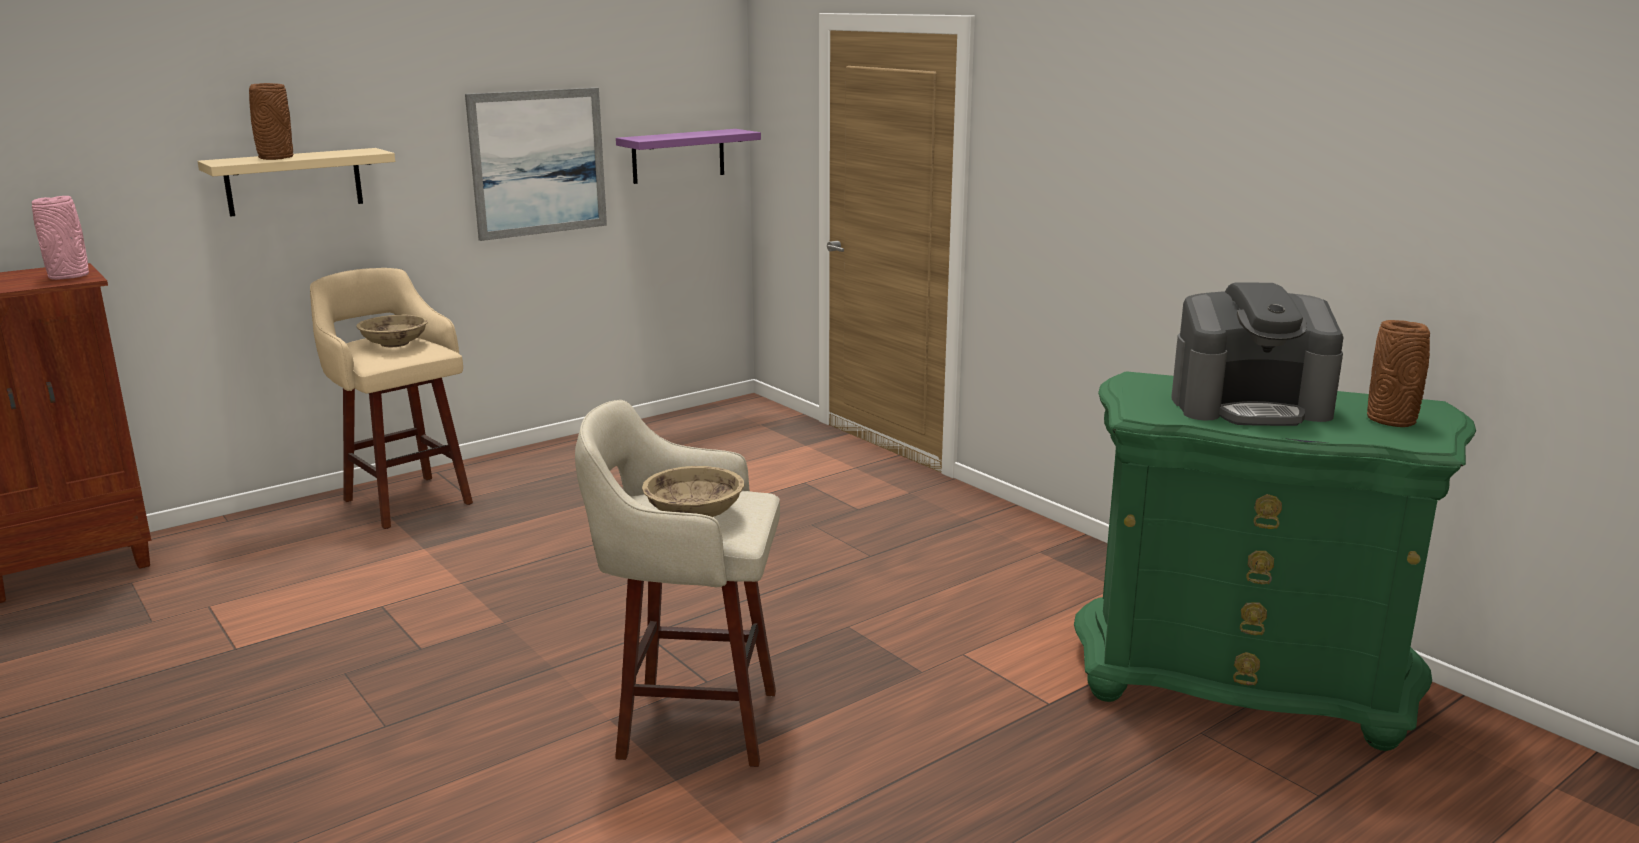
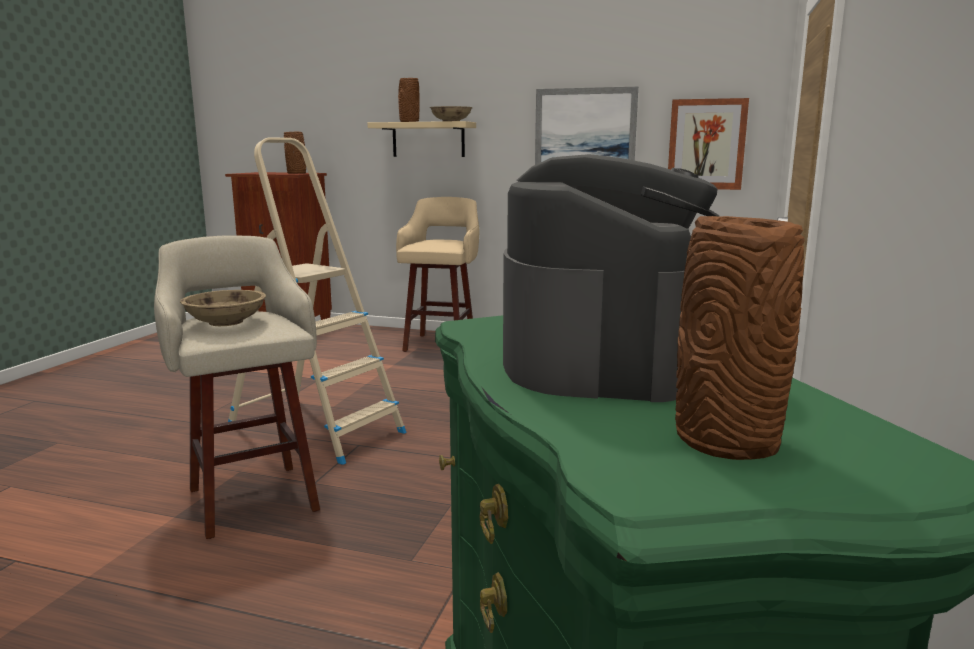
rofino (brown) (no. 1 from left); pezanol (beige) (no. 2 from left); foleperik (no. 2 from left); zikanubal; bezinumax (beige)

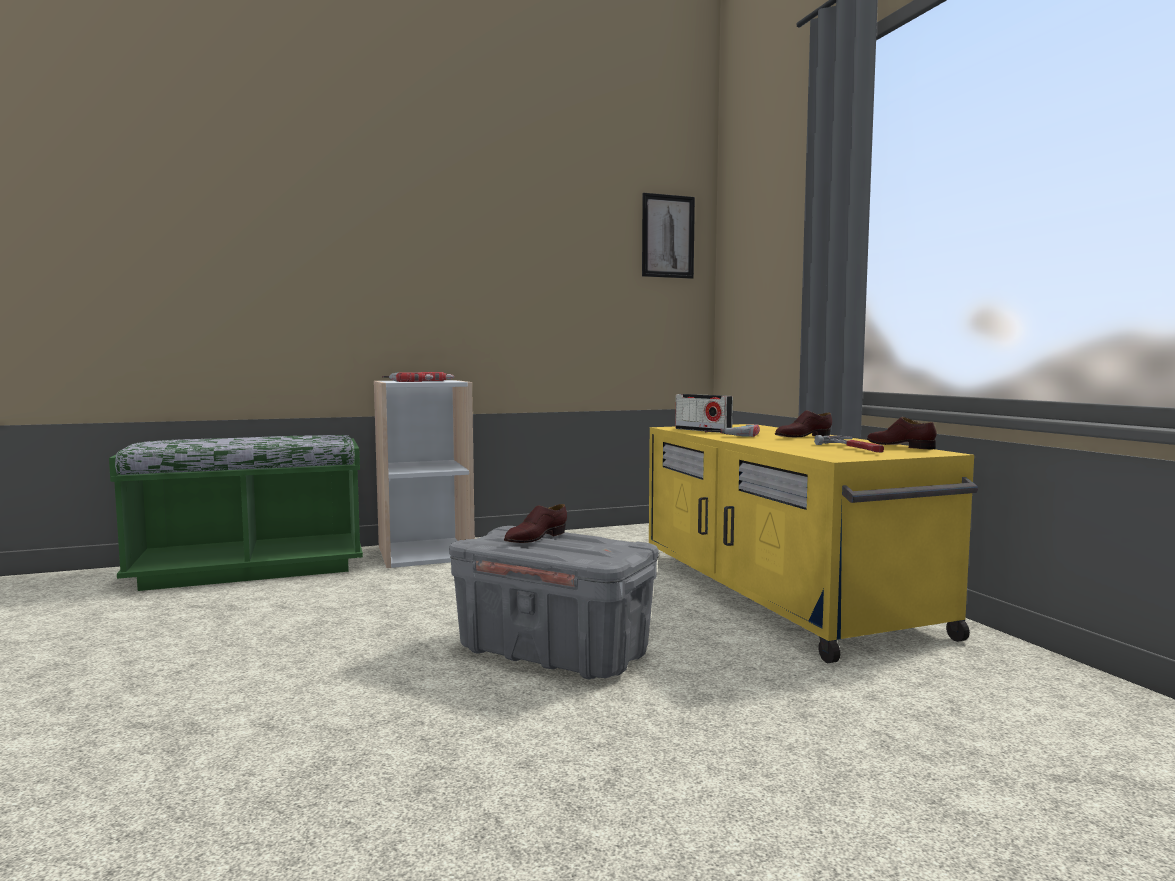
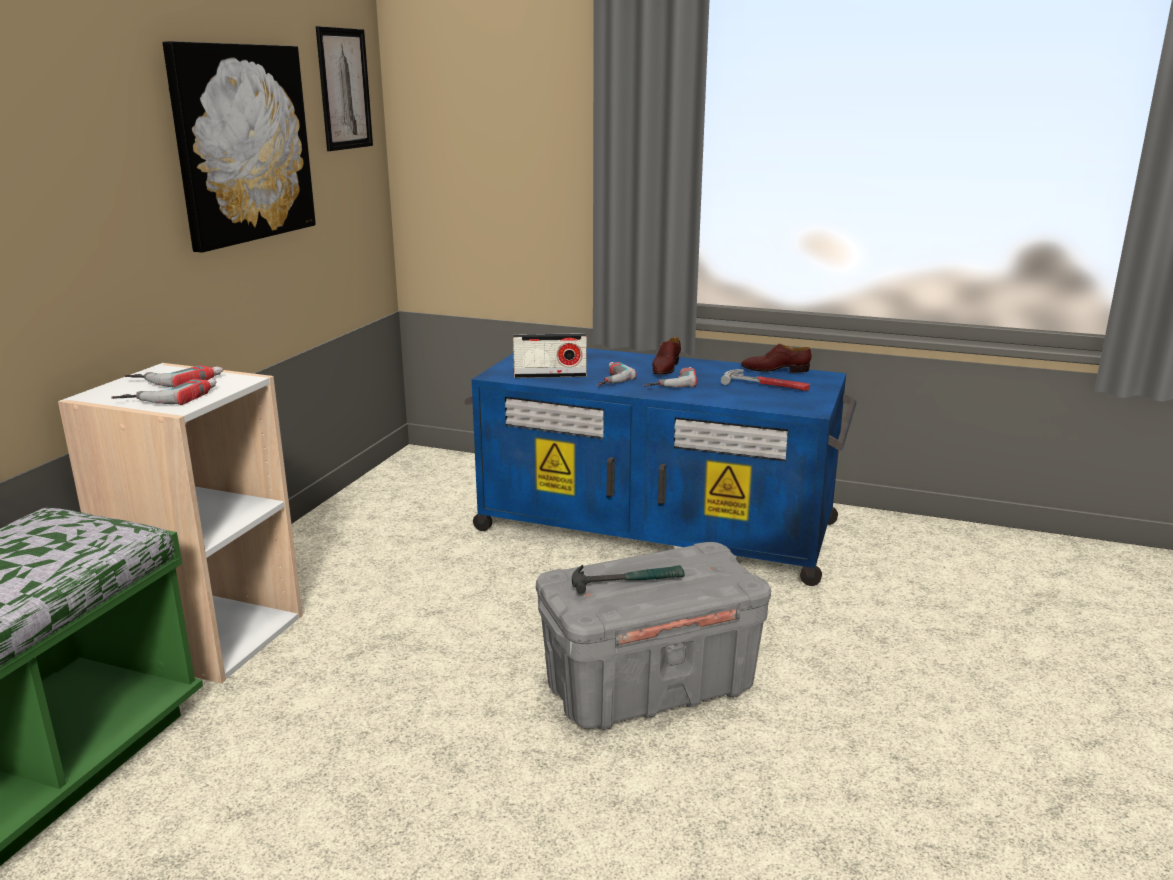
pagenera (no. 1 from left); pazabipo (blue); foleperik (no. 1 from left); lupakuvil (no. 4 from left)

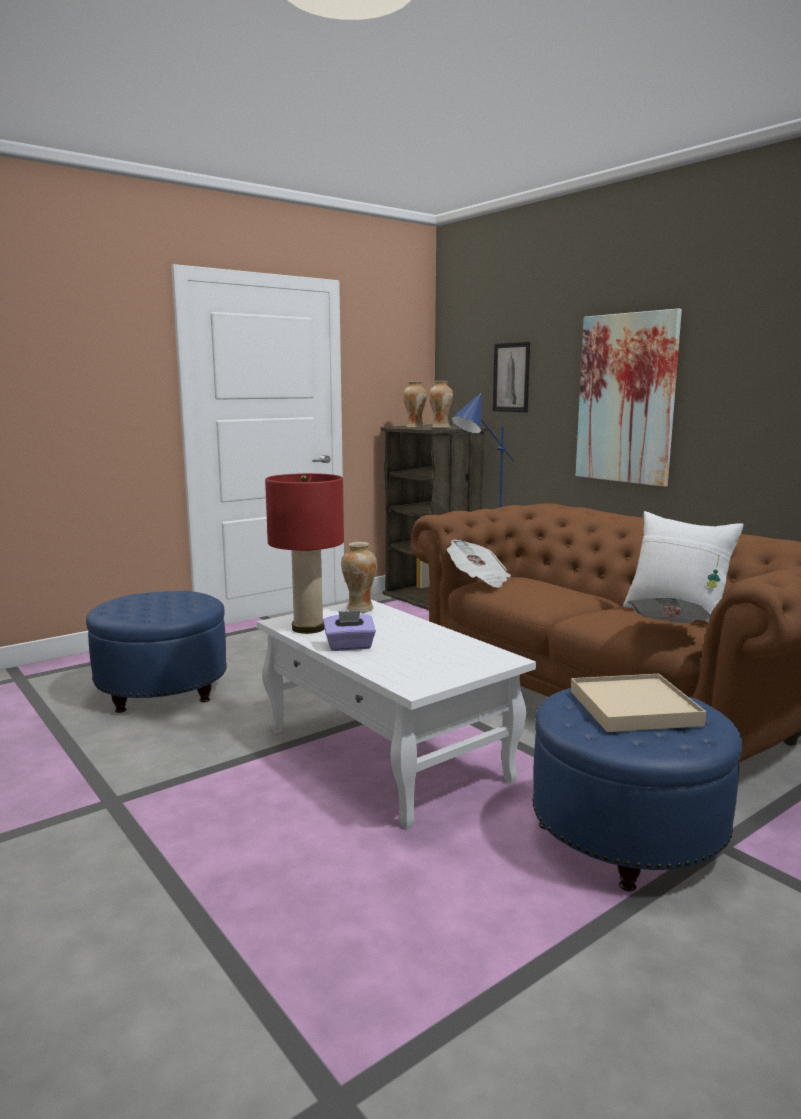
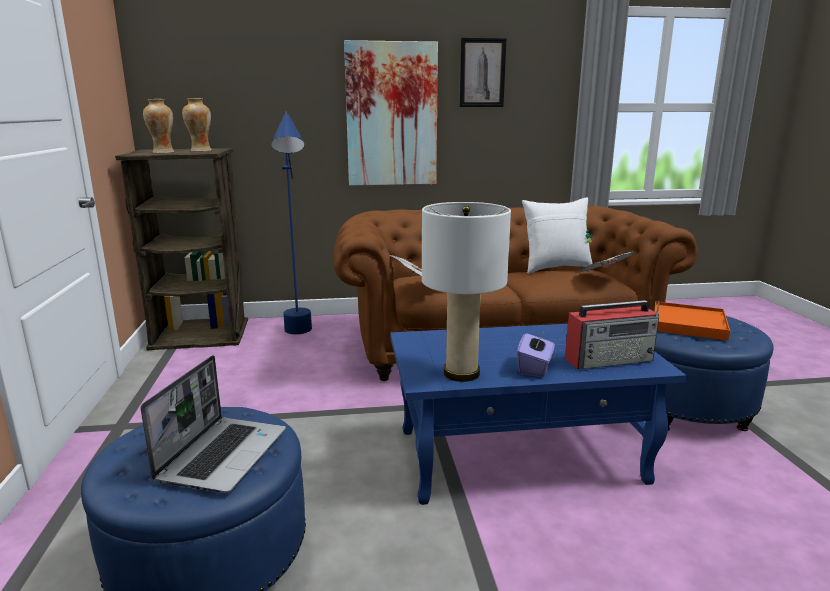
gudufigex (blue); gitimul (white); rofino (no. 1 from left in the first image); foleperik (no. 2 from left); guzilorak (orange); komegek; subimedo

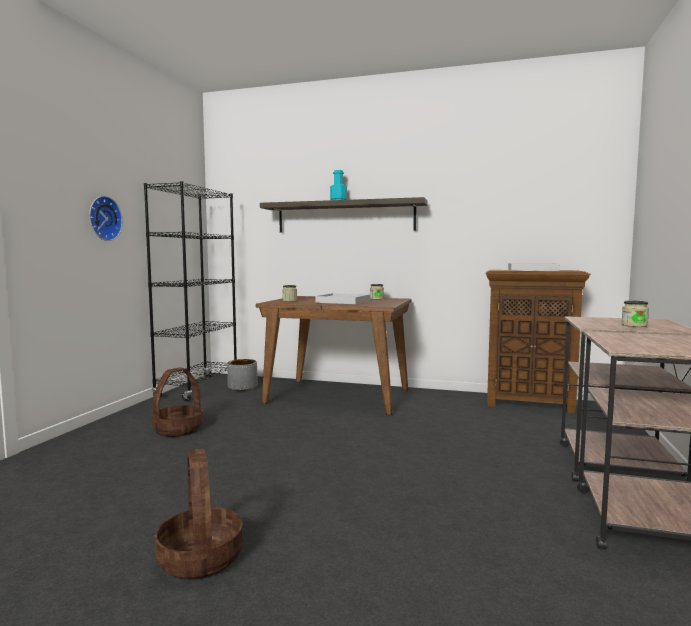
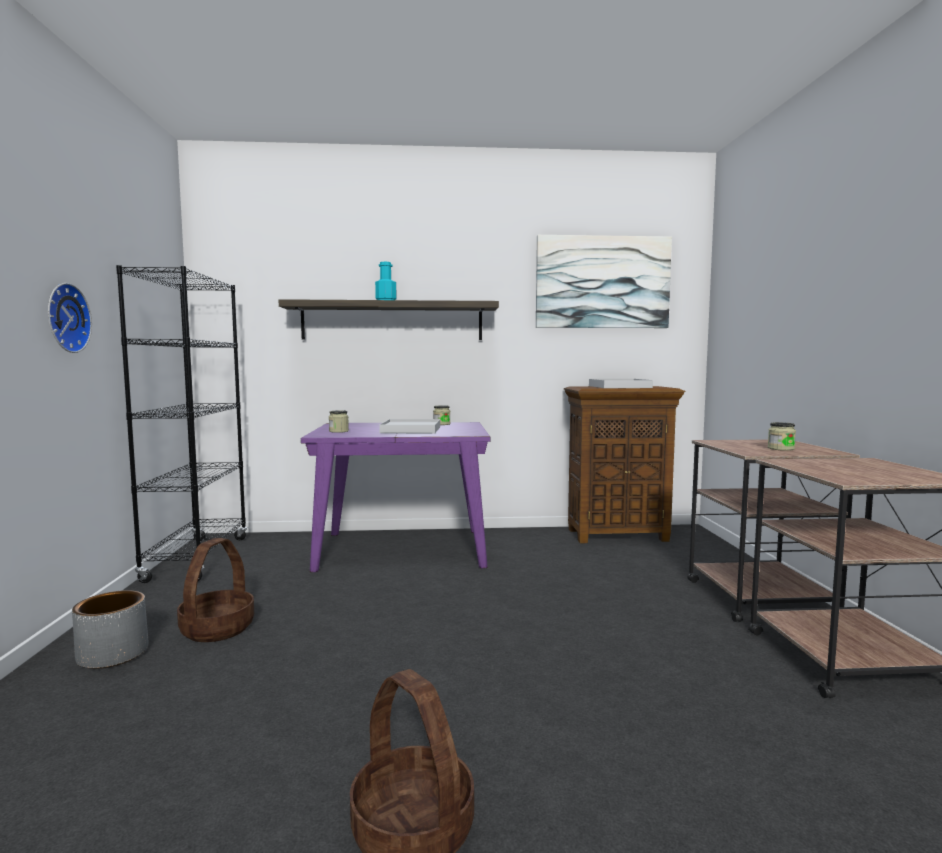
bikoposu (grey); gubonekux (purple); foleperik

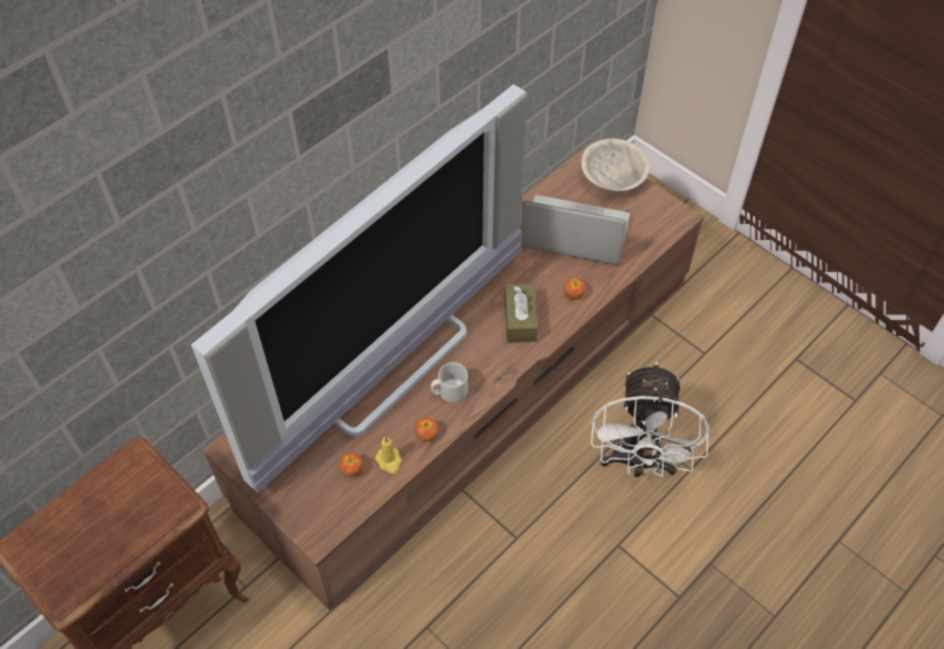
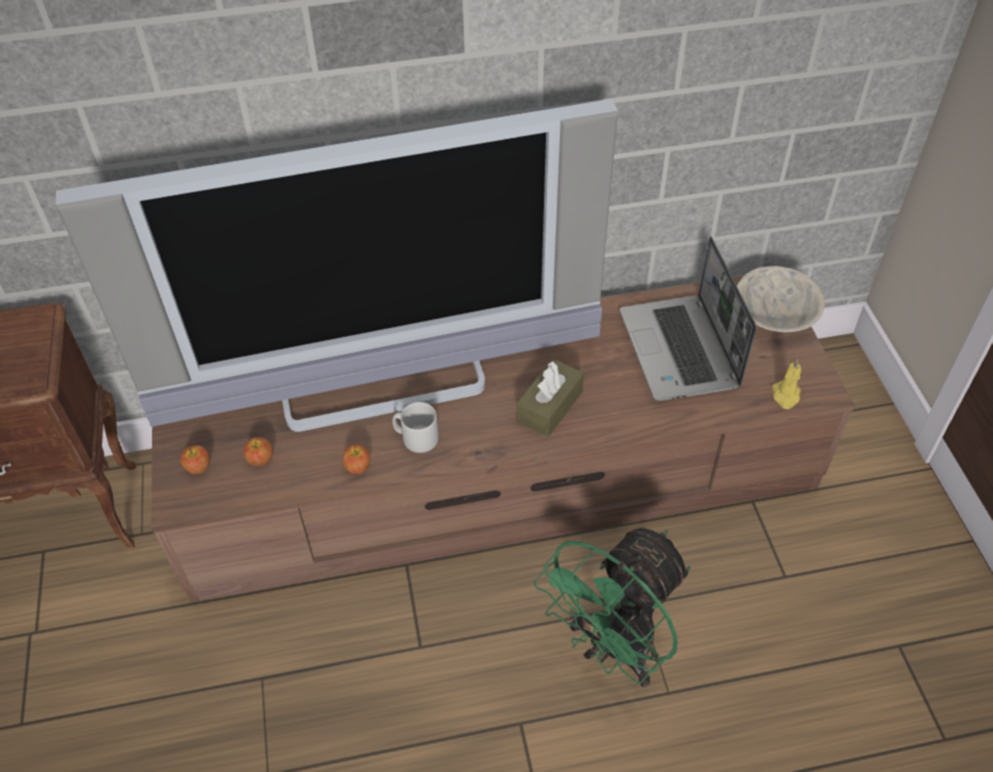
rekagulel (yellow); komegek; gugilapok (no. 1 from left); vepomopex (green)

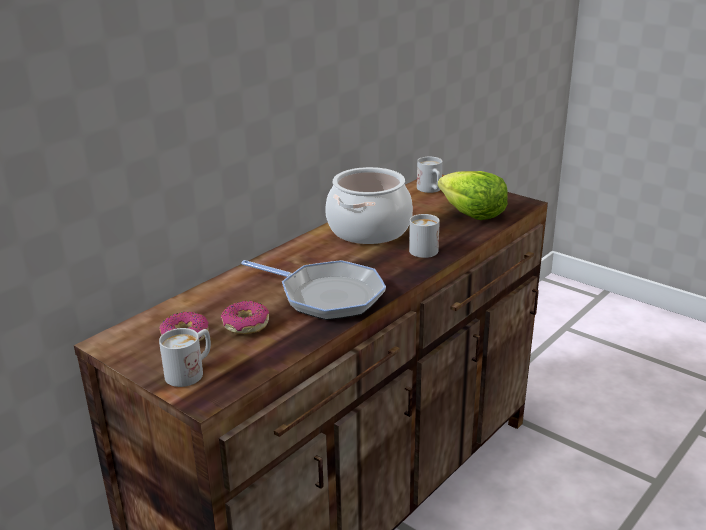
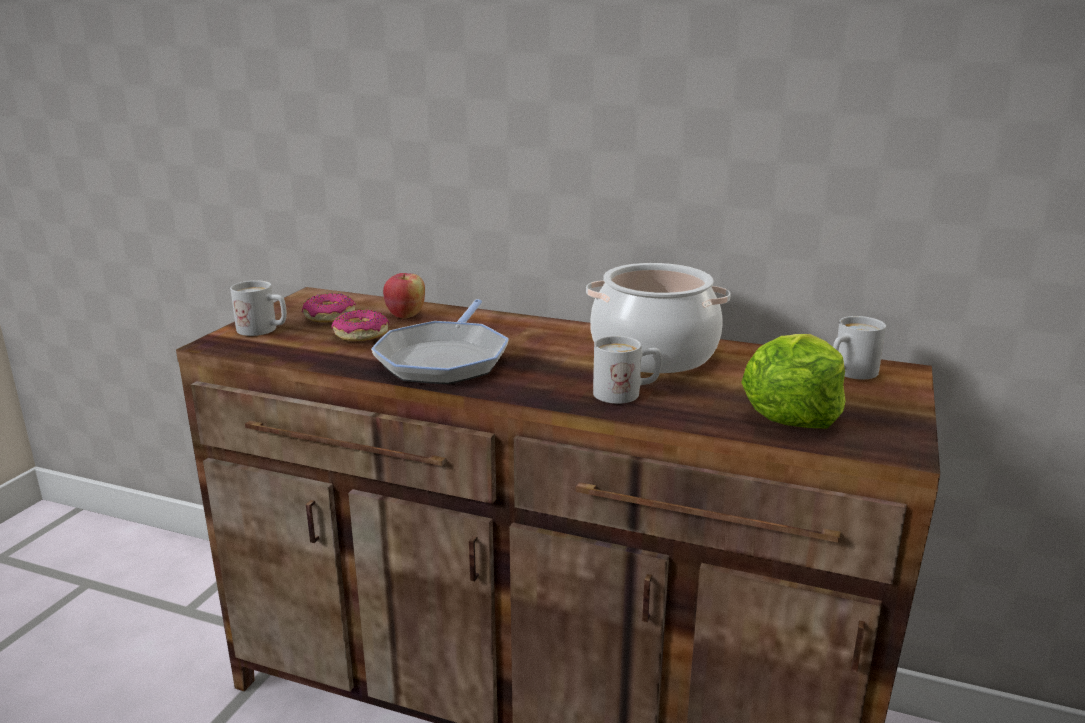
gugilapok

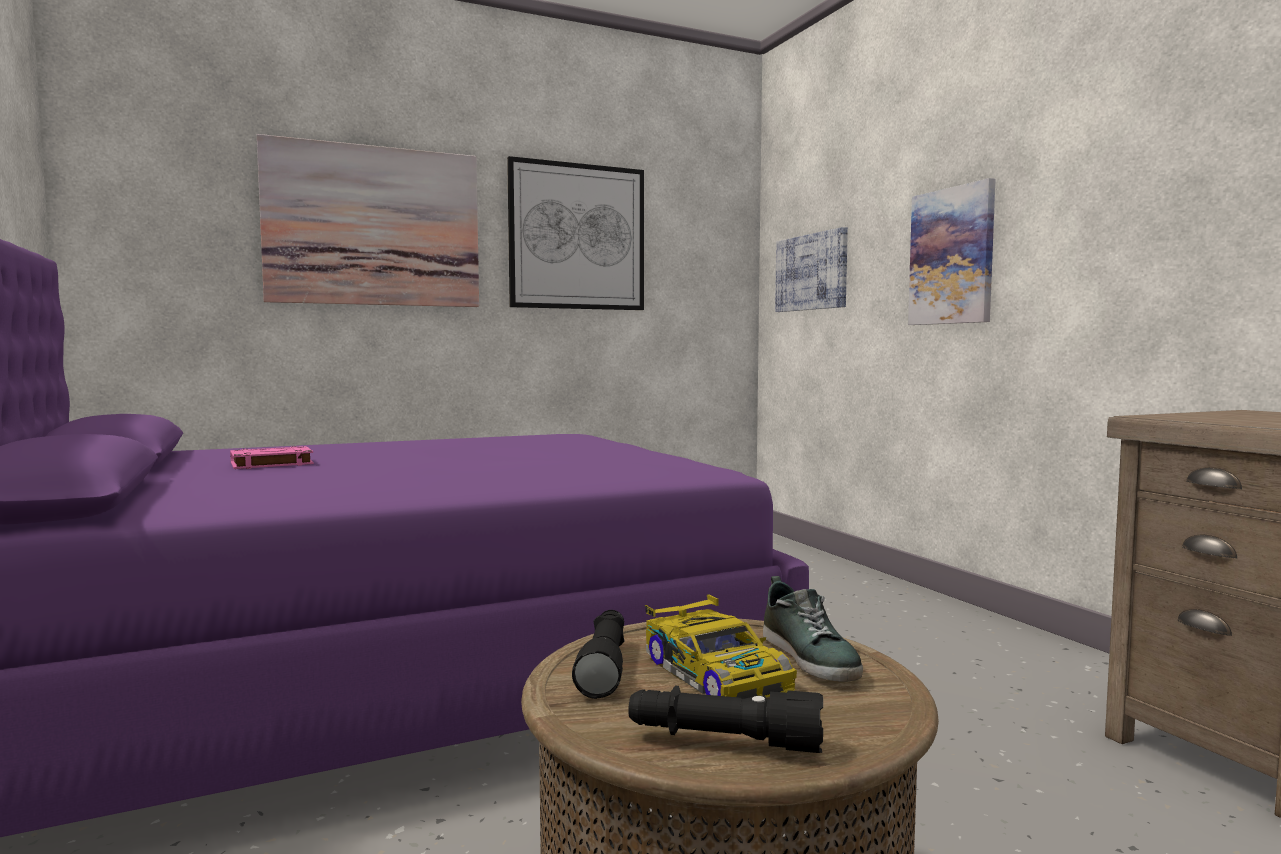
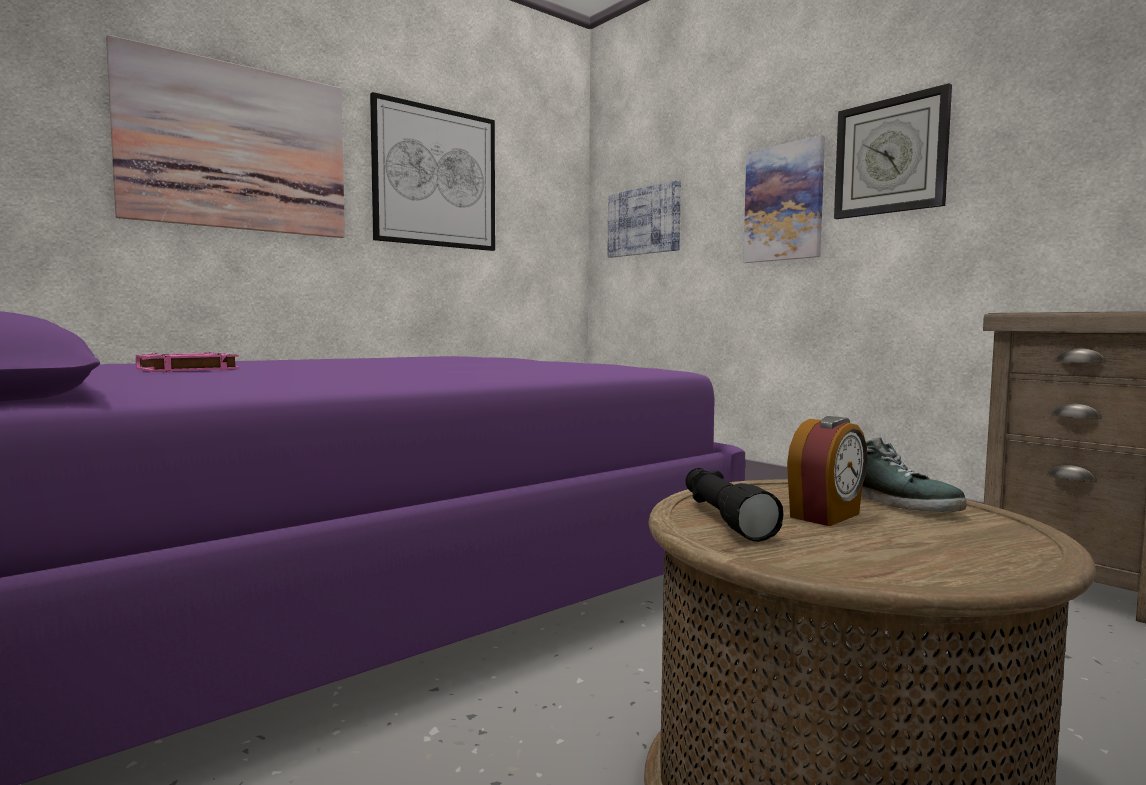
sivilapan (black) (no. 2 from left in the first image); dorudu; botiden

